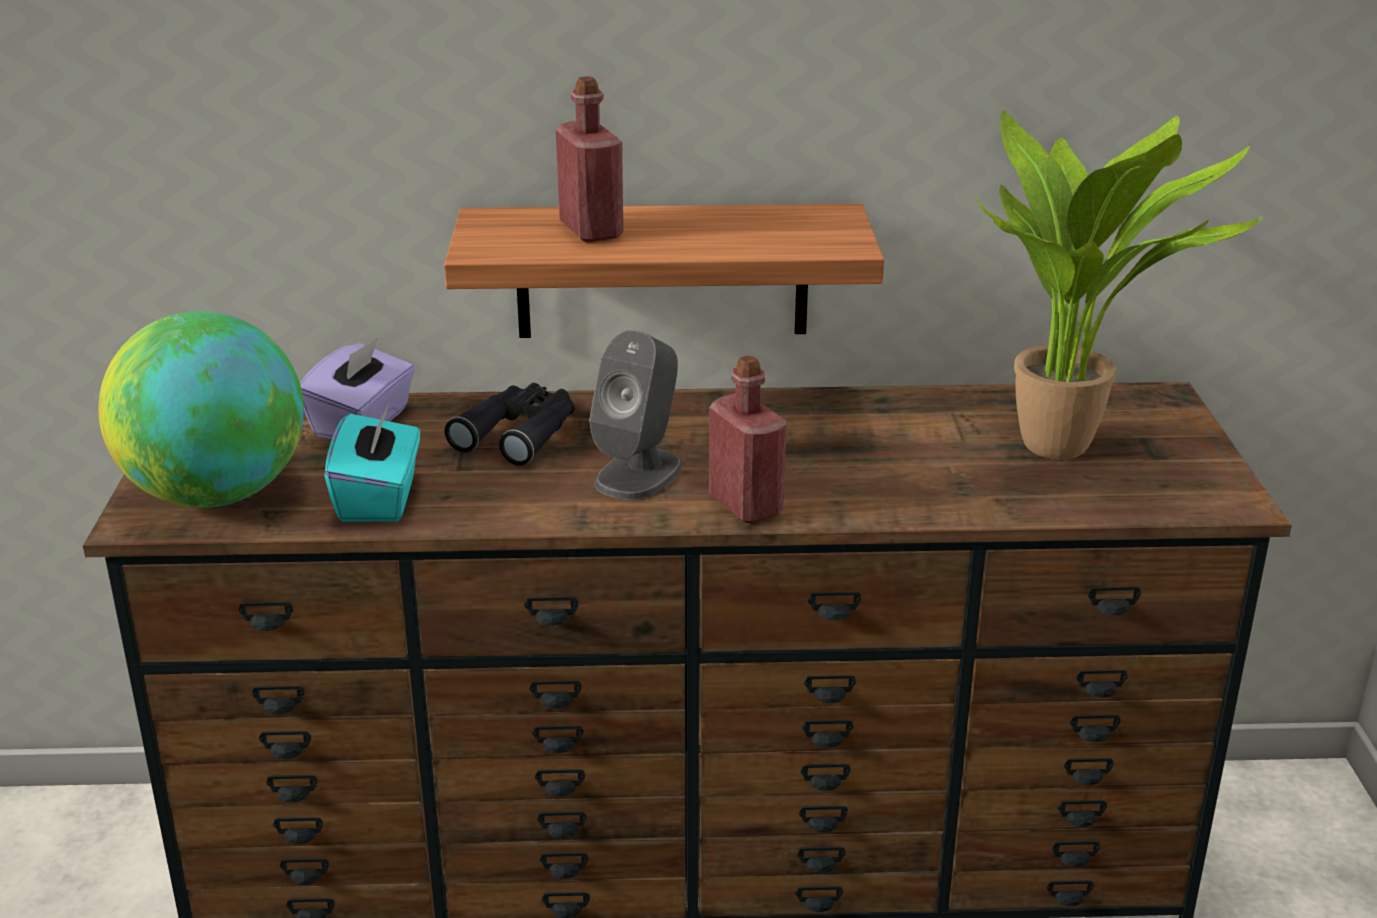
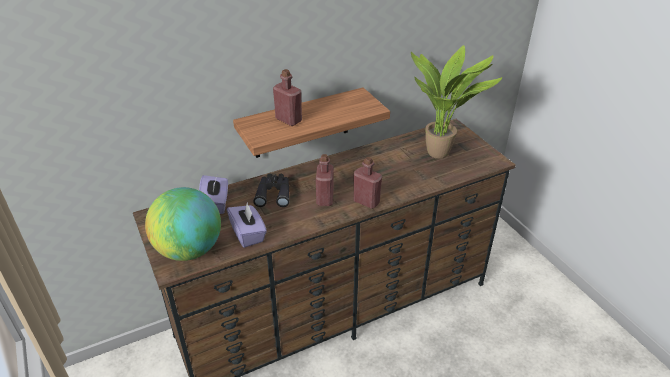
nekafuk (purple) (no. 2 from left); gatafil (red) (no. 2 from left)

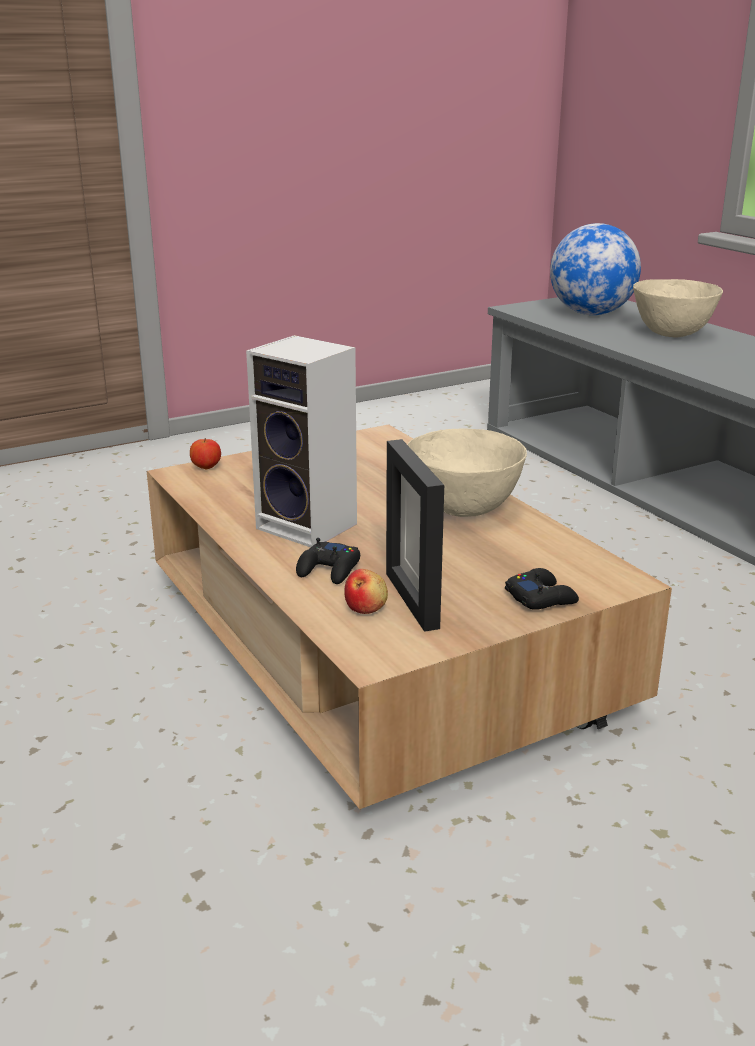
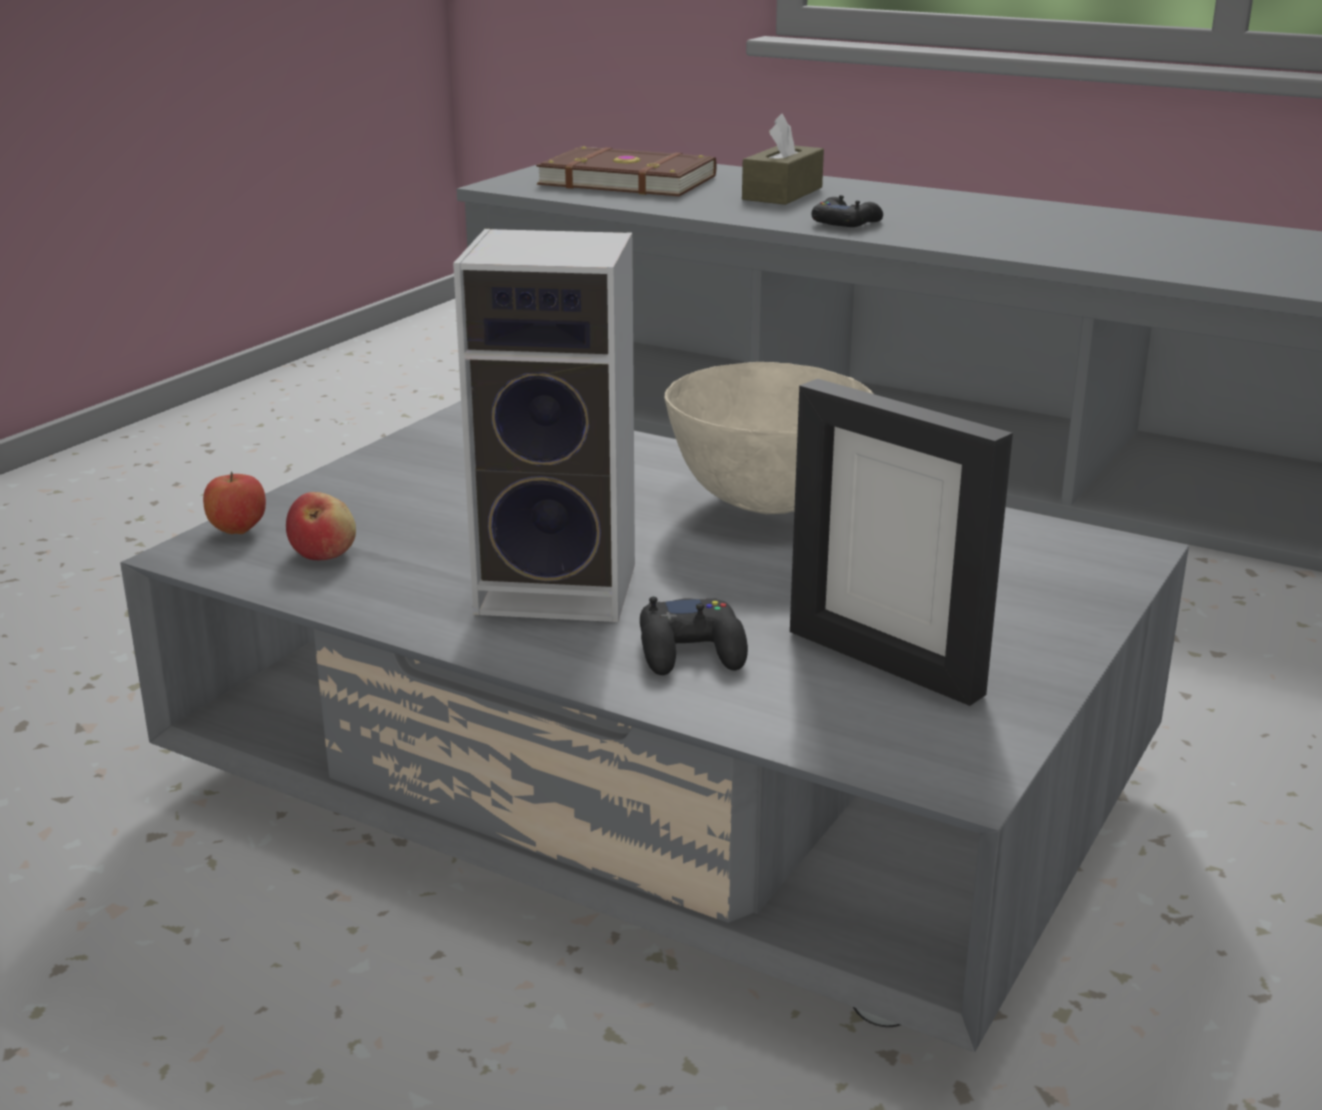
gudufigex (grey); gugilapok (no. 2 from left); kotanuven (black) (no. 2 from left); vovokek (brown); nekafuk (brown)

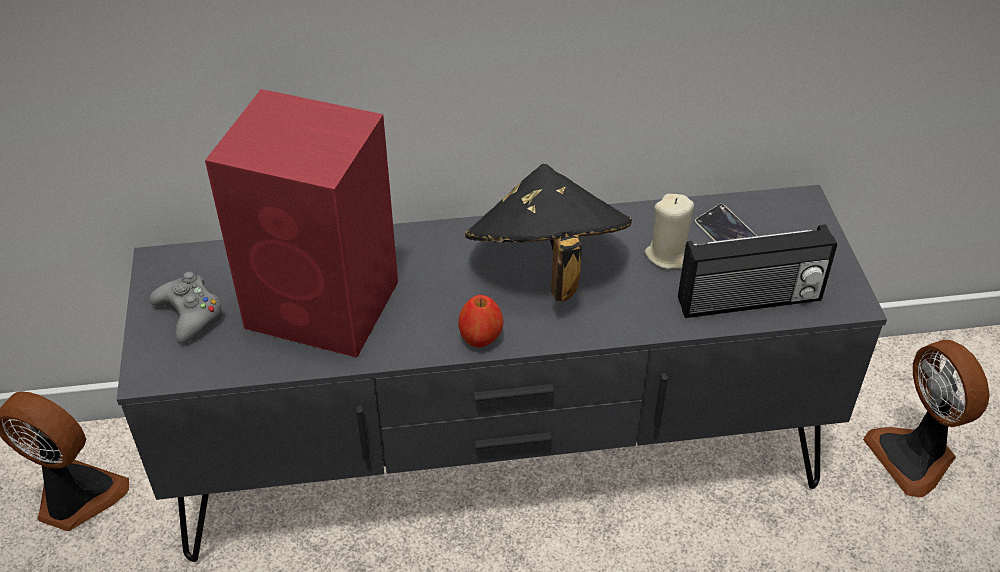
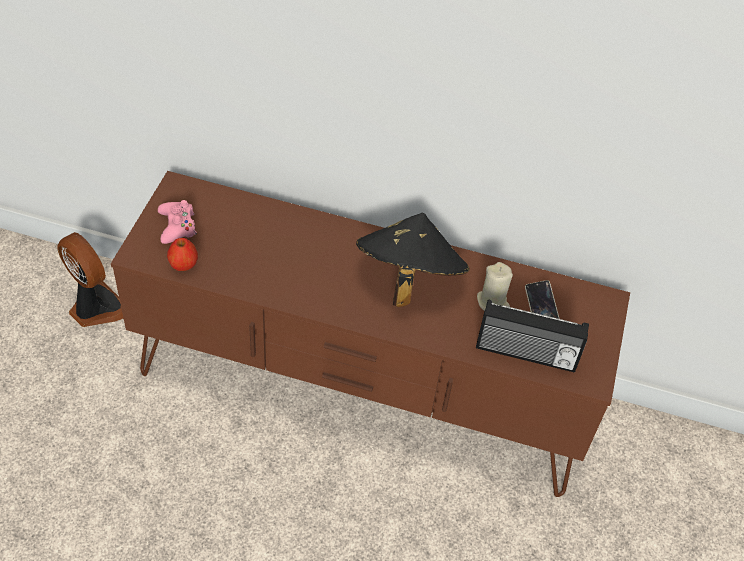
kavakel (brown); kotanuven (pink); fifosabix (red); gugilapok; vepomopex (no. 2 from left in the first image)

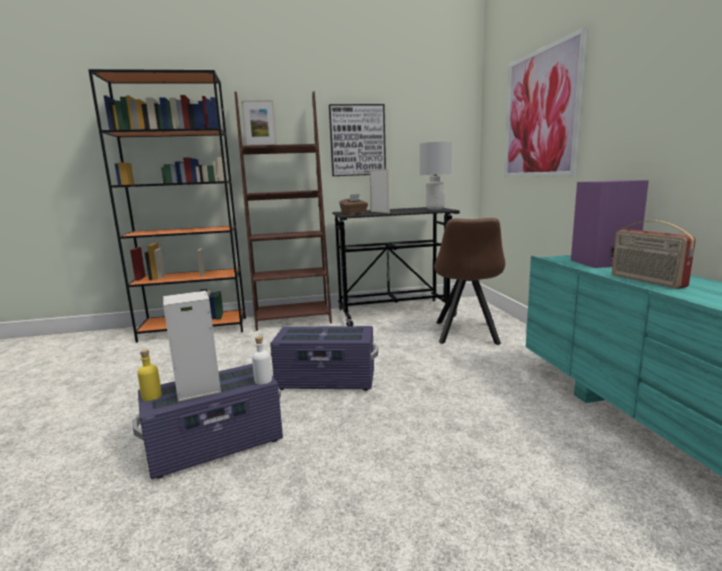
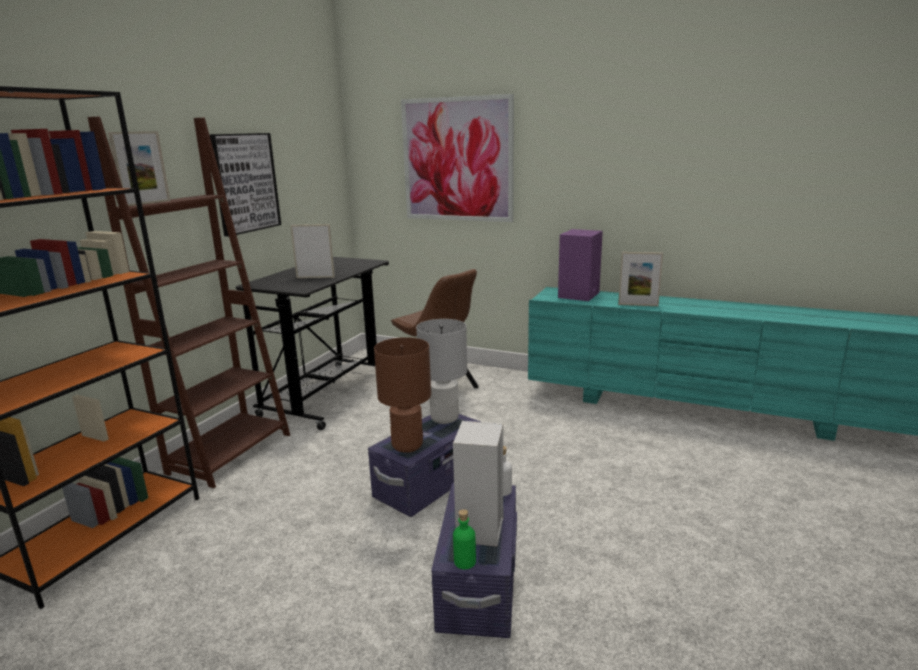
gatafil (green); nekafuk (brown); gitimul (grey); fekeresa (no. 3 from left); gitimul (brown)

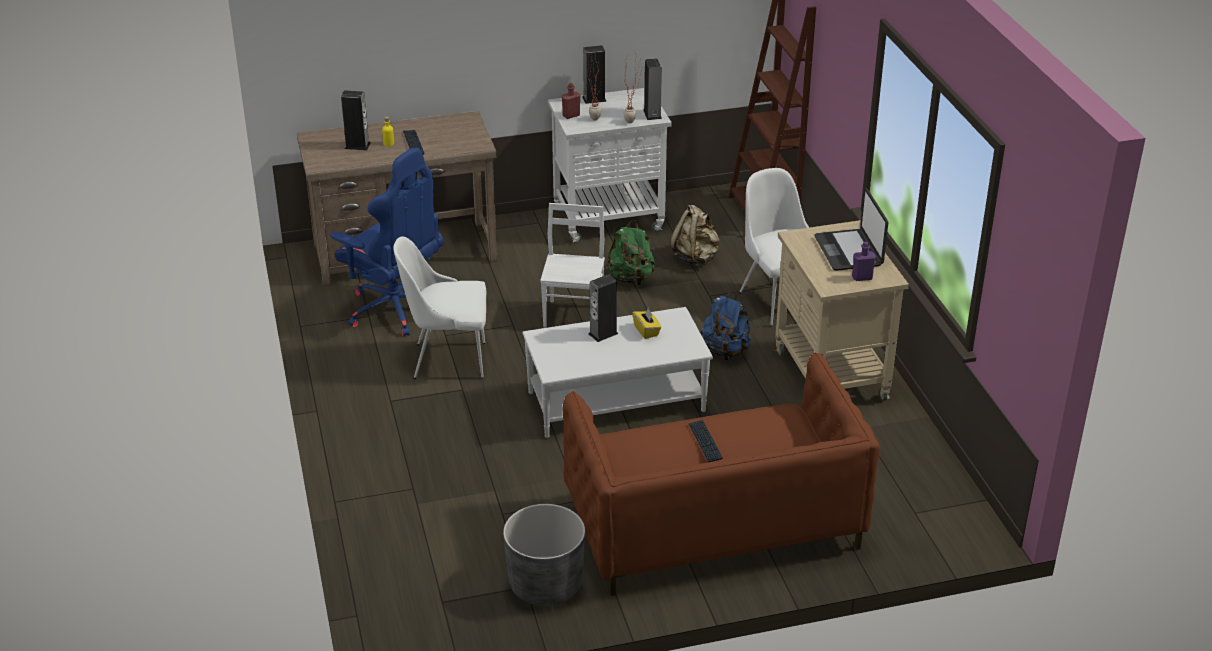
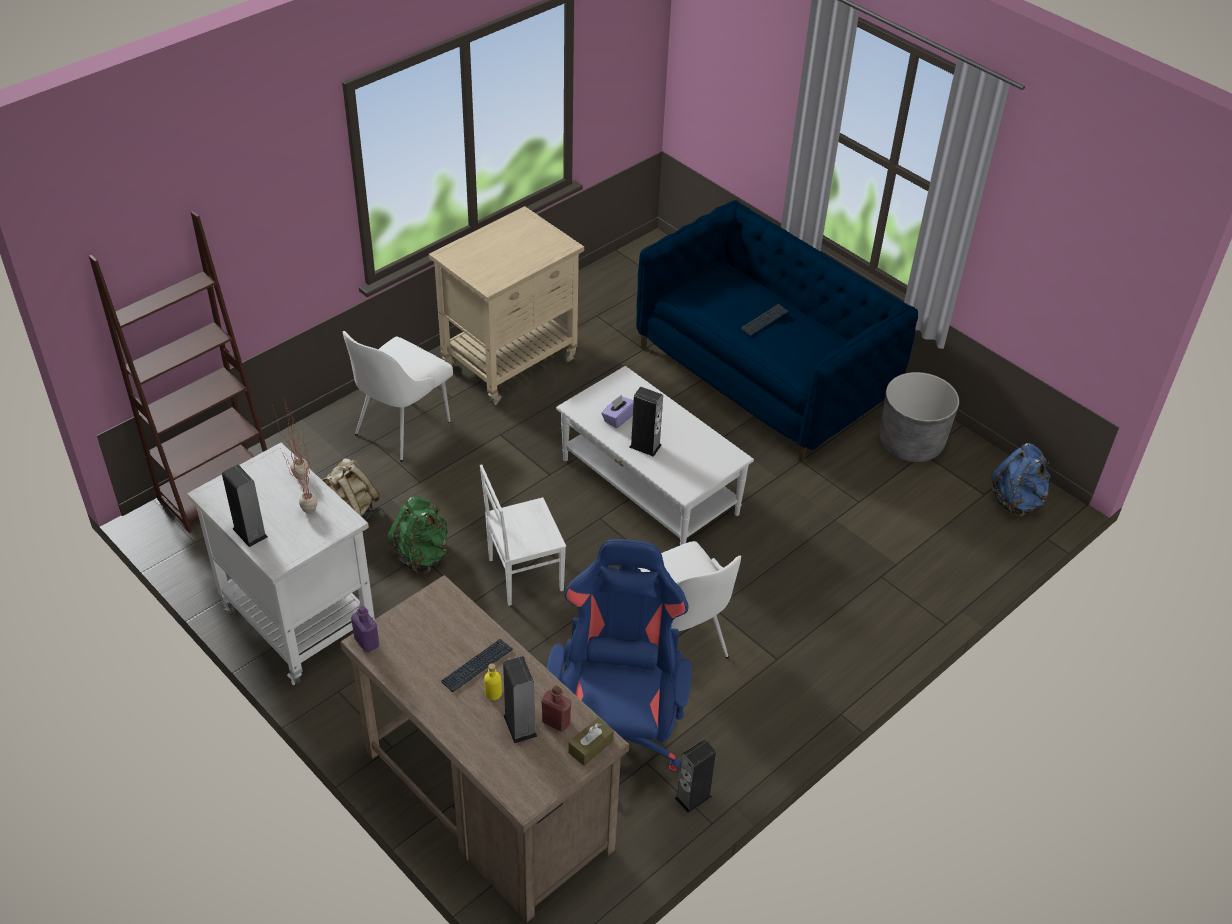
gatafil (red); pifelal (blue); nekafuk (purple); fifosabix (no. 4 from left); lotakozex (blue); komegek; gatafil (purple); nekafuk (brown)

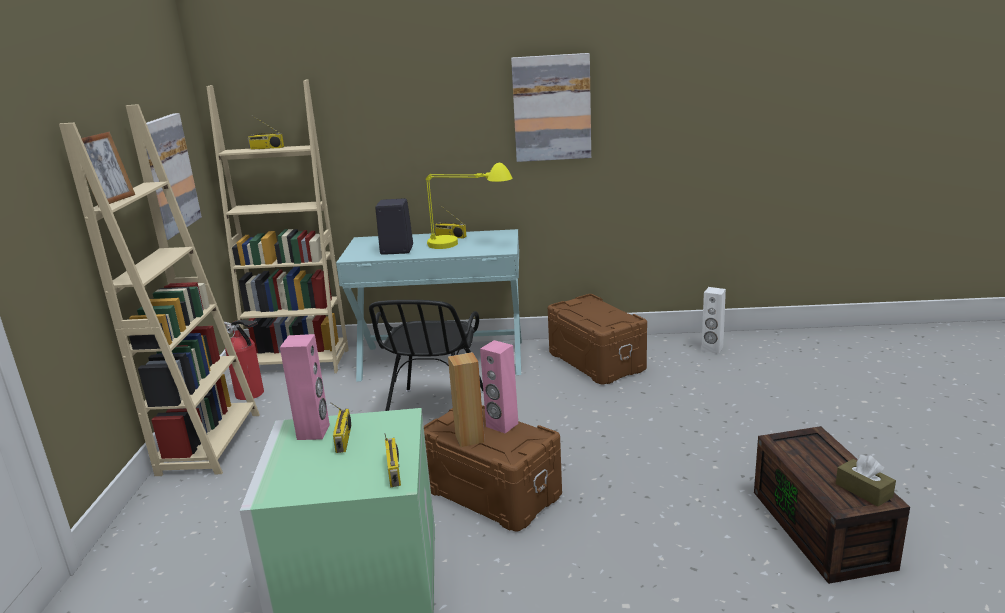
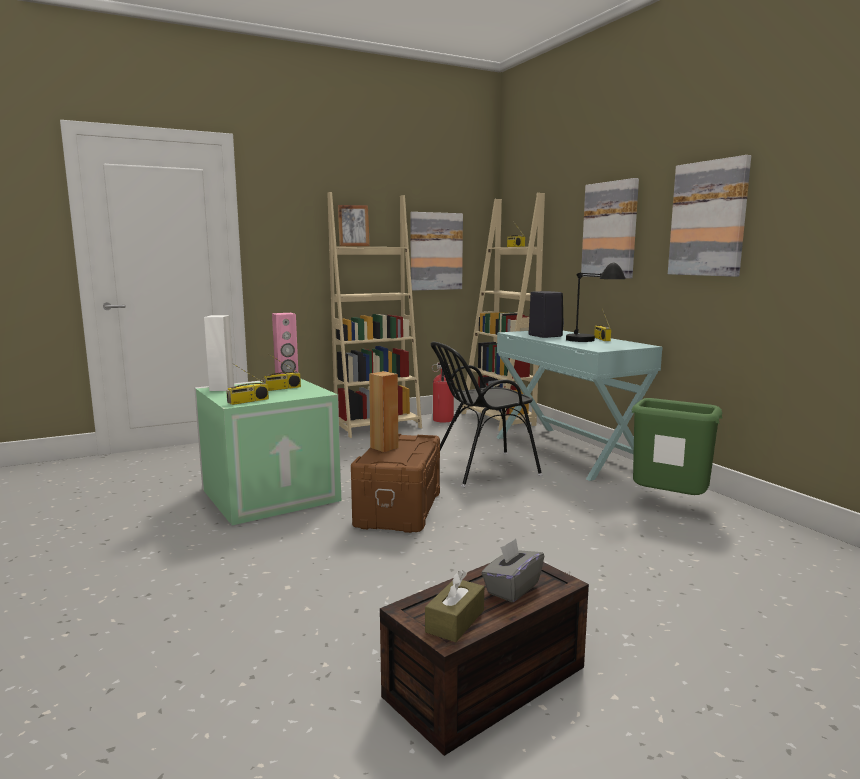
gitimul (black); fifosabix (pink) (no. 2 from left in the first image); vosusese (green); fifosabix (white); nekafuk (grey); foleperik (no. 2 from left)

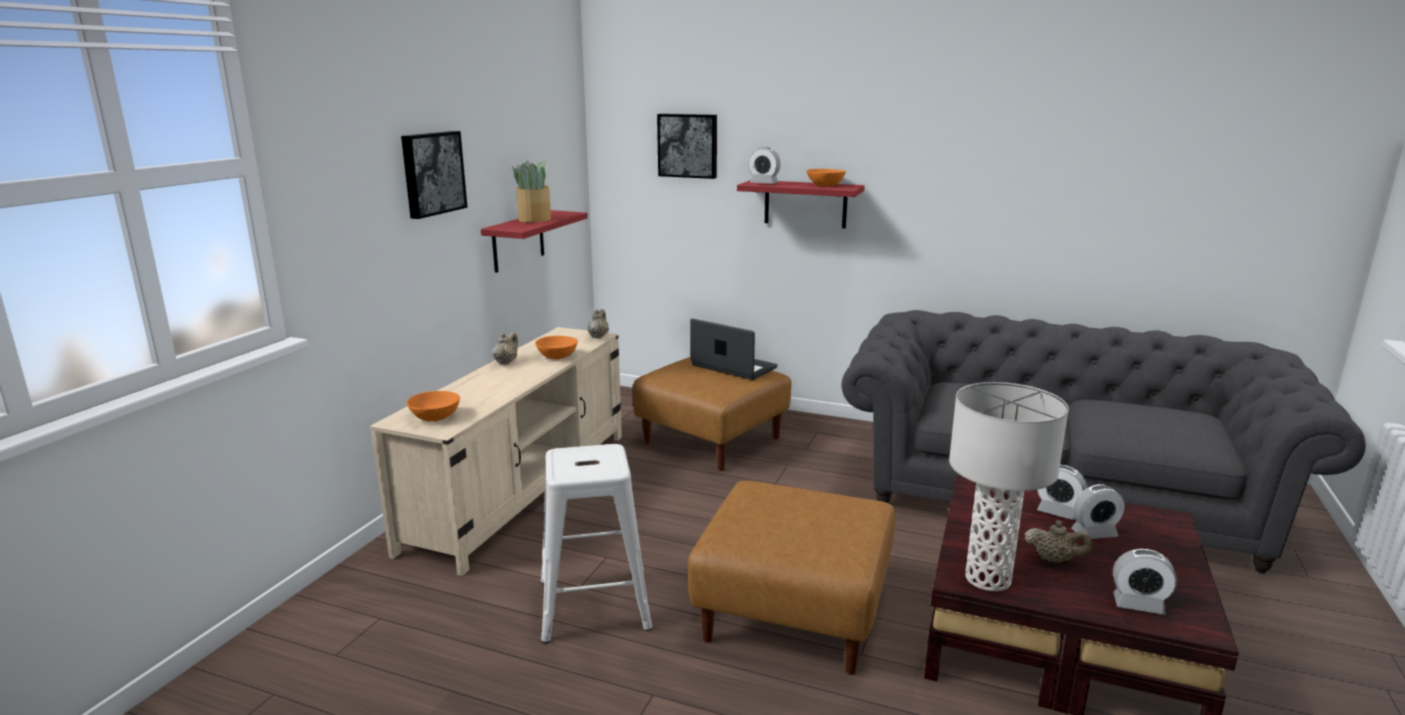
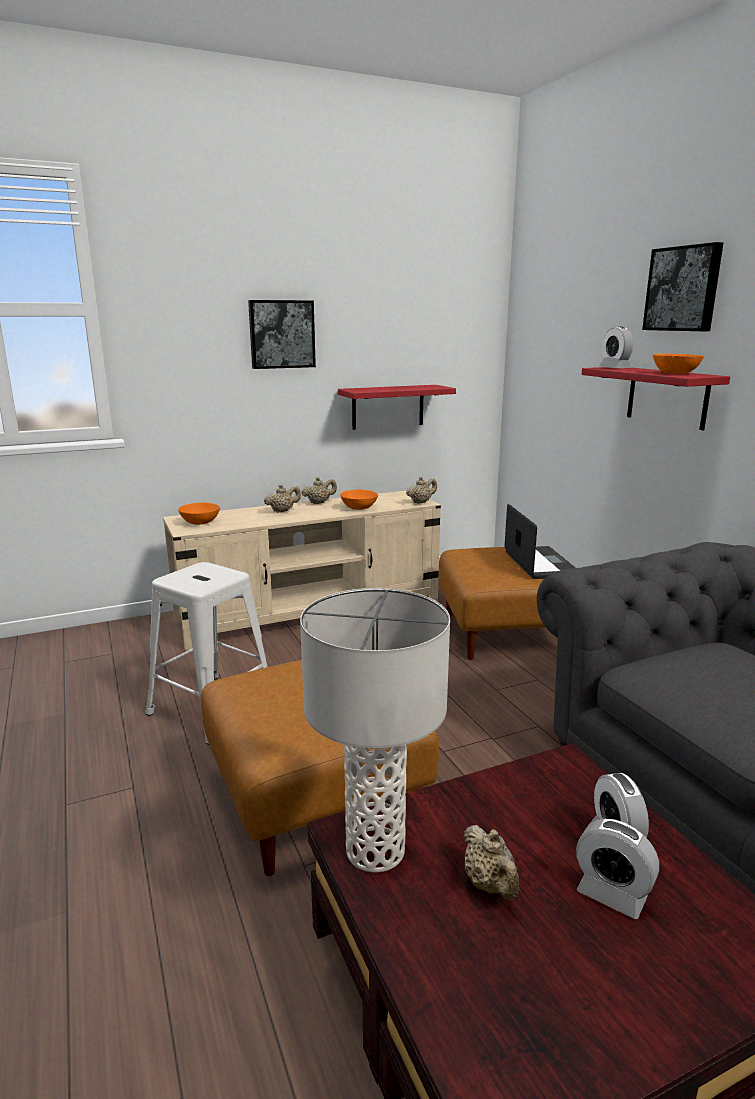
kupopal; foleperik (no. 2 from left); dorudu (no. 4 from left in the first image); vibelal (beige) (no. 1 from left)

